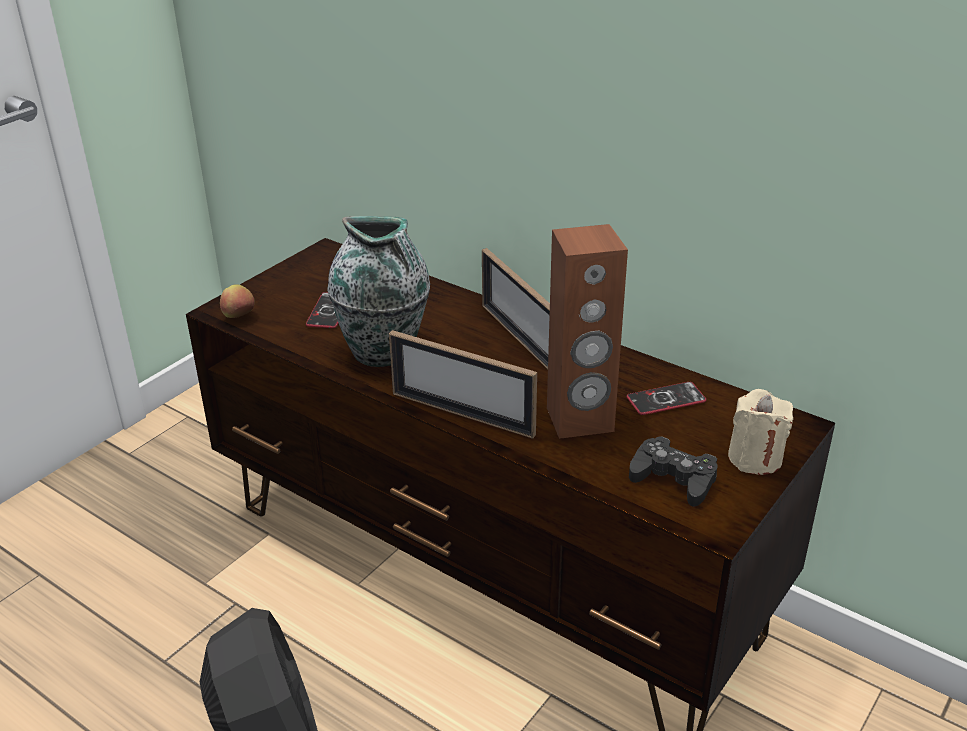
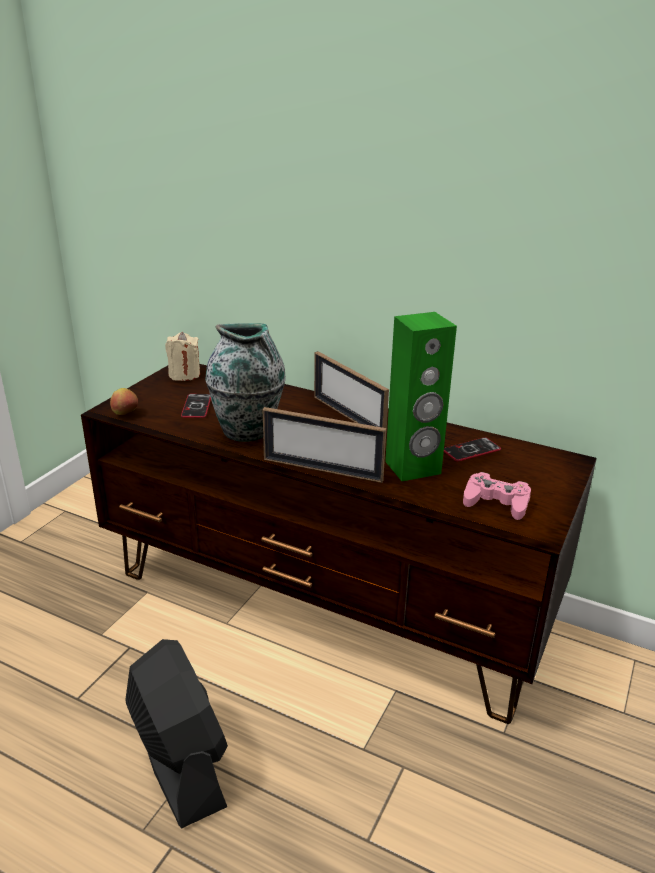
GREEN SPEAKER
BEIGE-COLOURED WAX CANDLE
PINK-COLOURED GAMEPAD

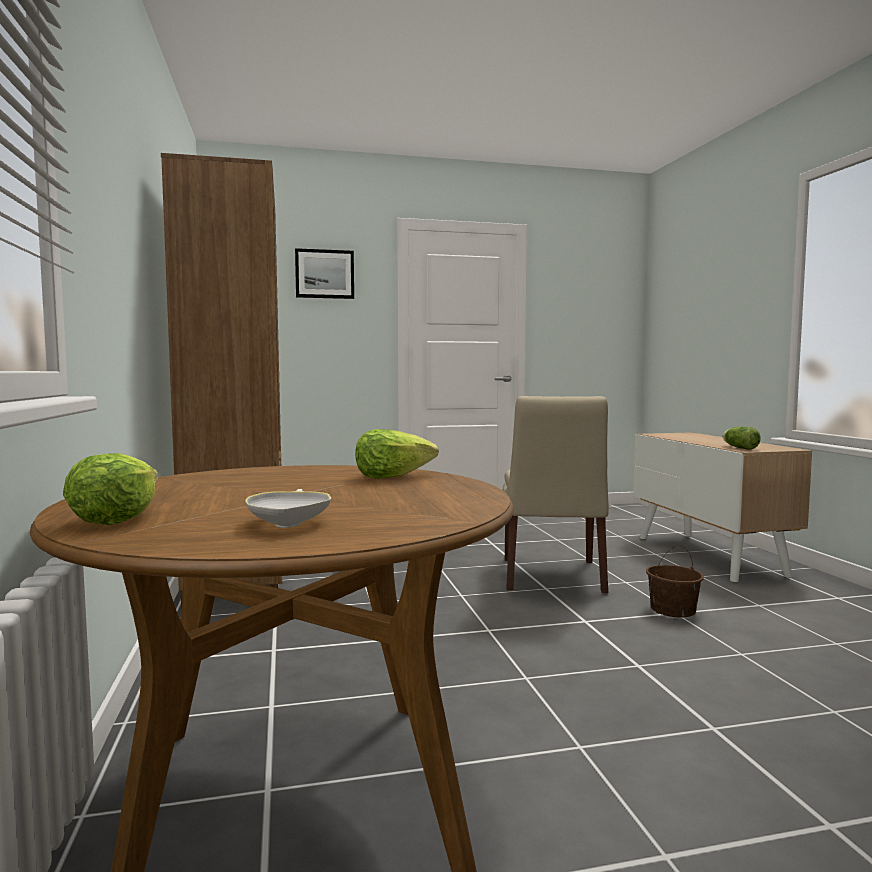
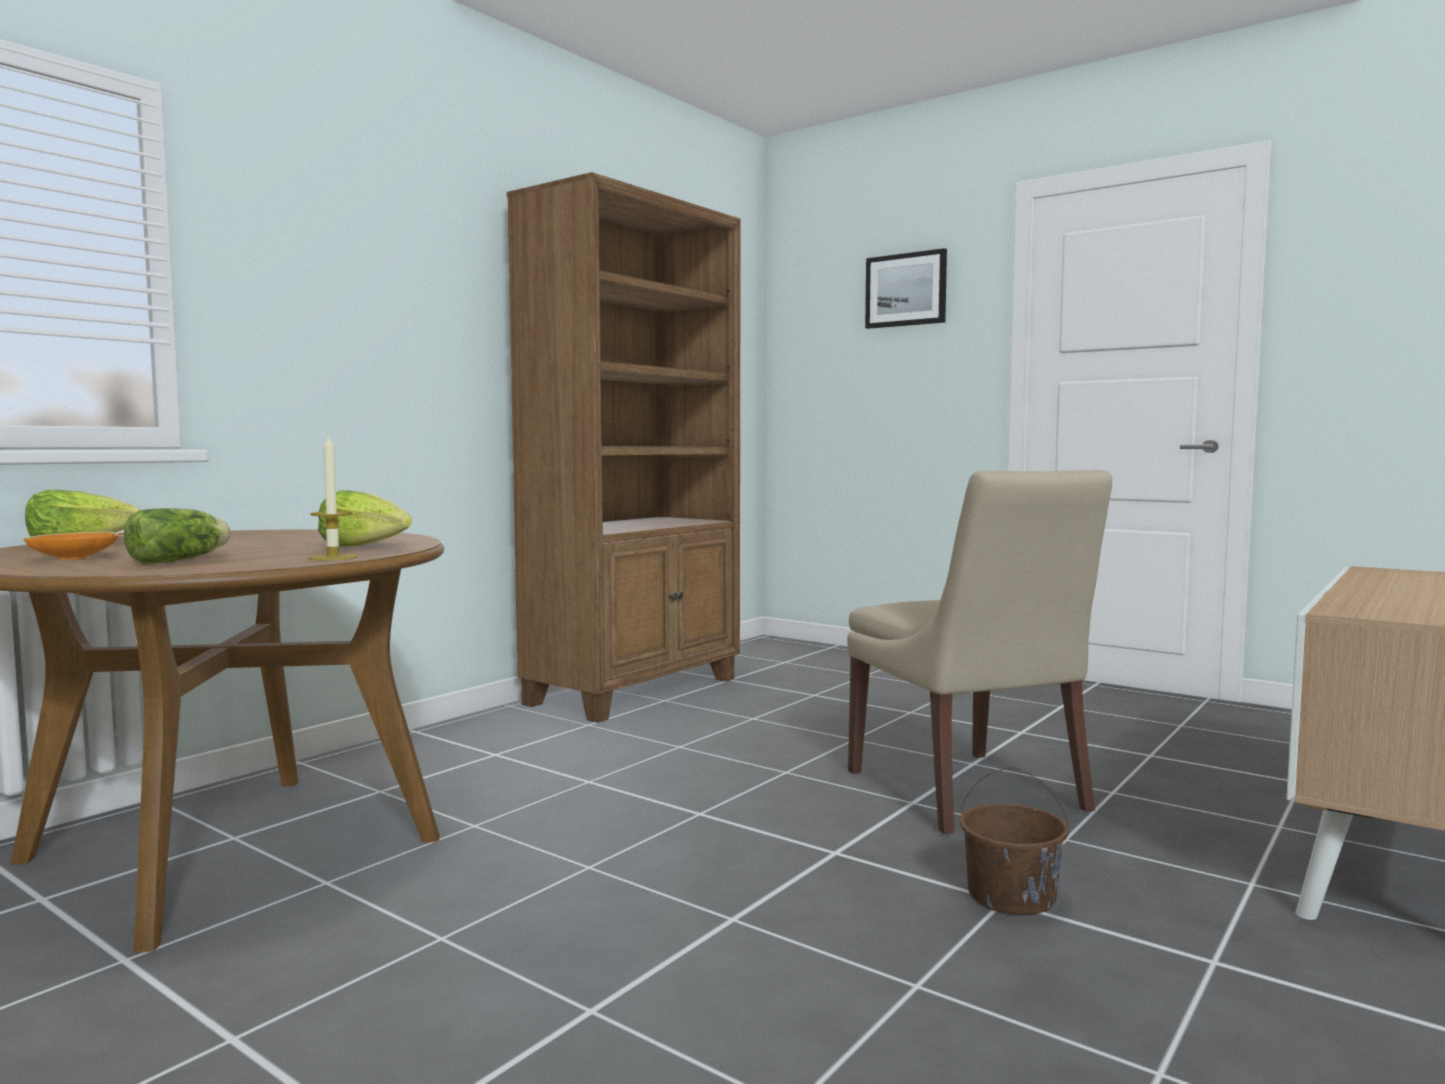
BEIGE-COLOURED CHAIR
LETTUCE HEAD (2nd from left)
ORANGE BOWL
WAX CANDLE

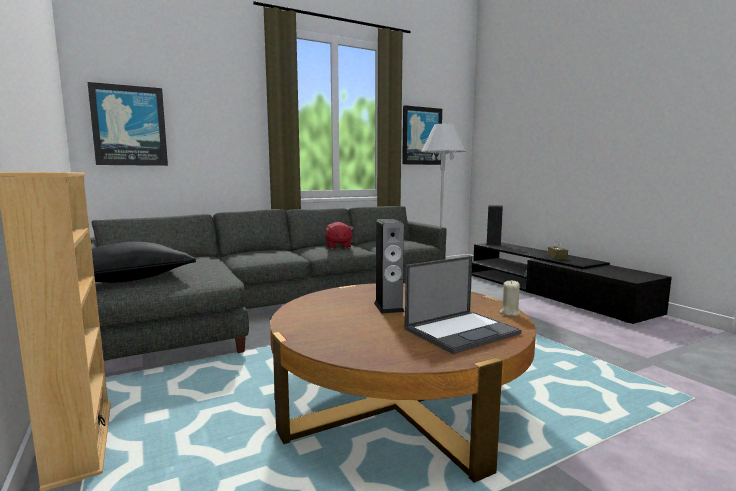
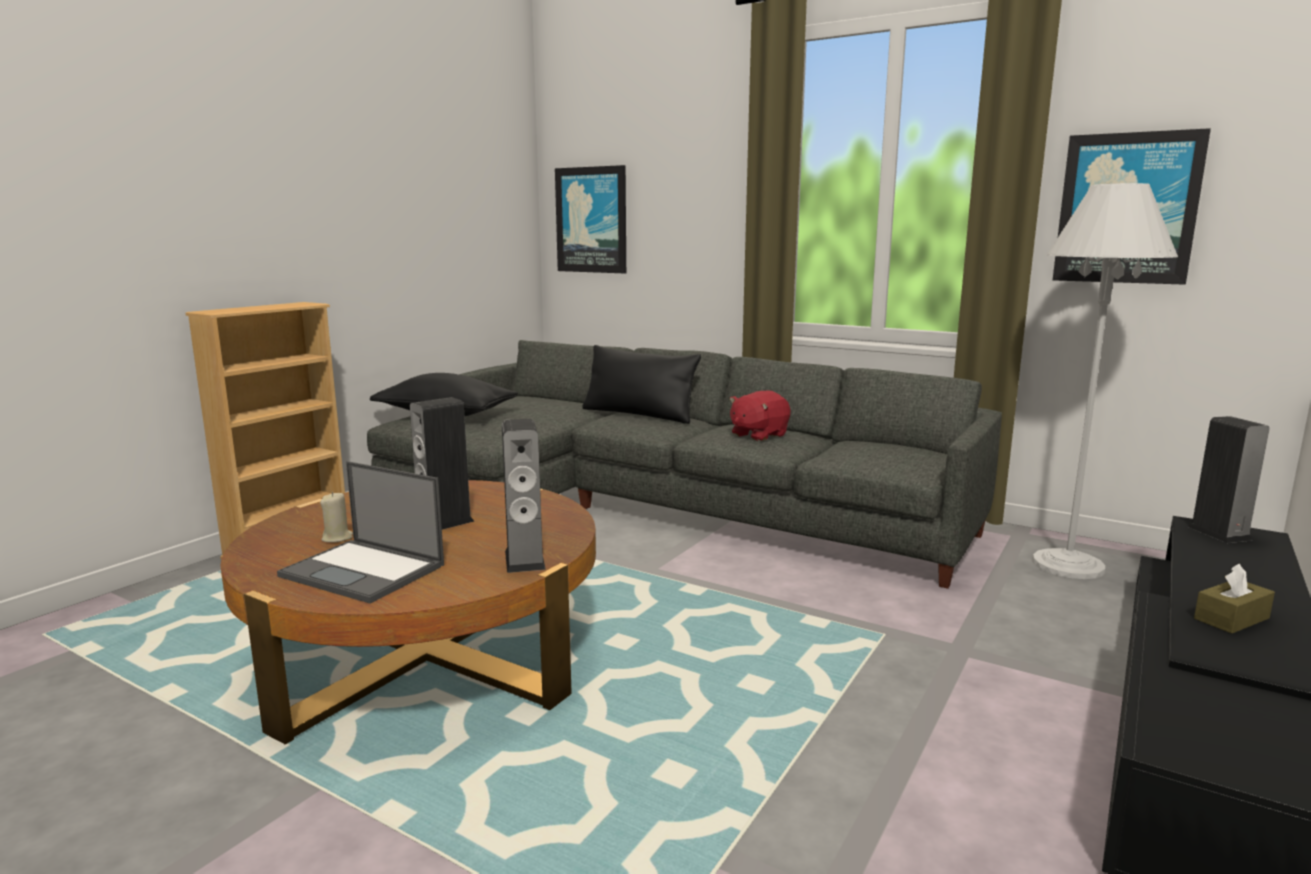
BEIGE-COLOURED WAX CANDLE
BLACK-COLOURED CUSHION (2nd from left)
SPEAKER (2nd from left)

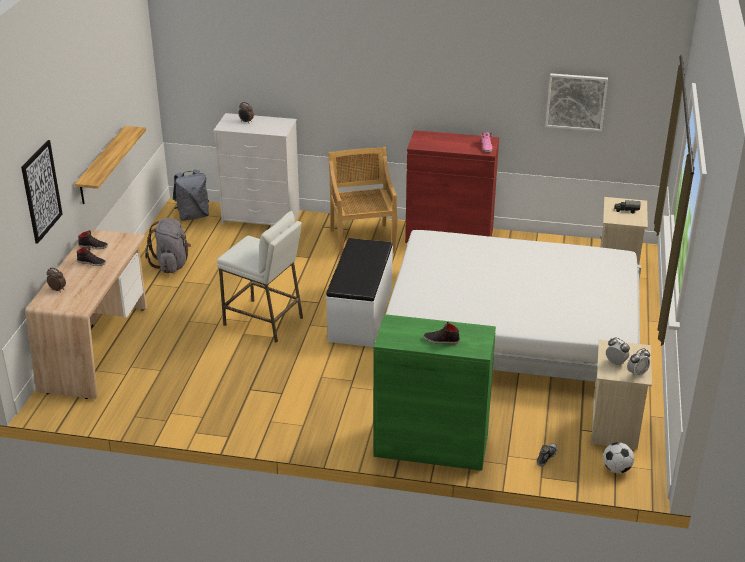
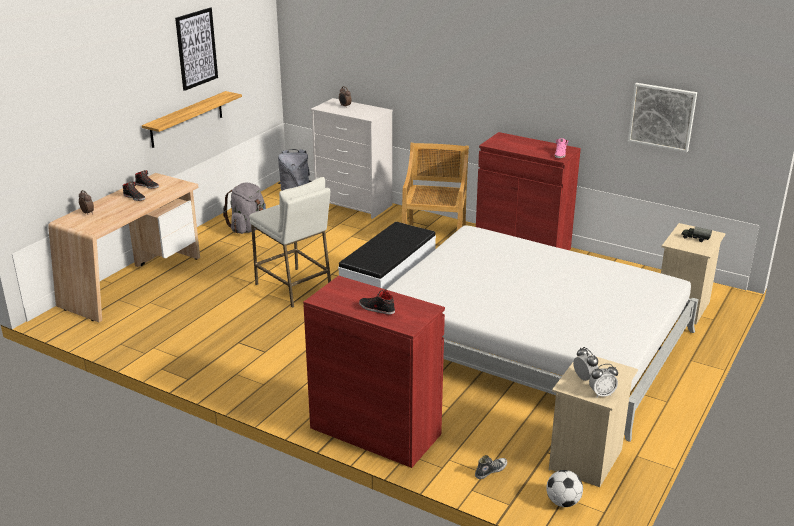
PICTURE (1st from left)
RED-COLOURED CUPBOARD (1st from left)

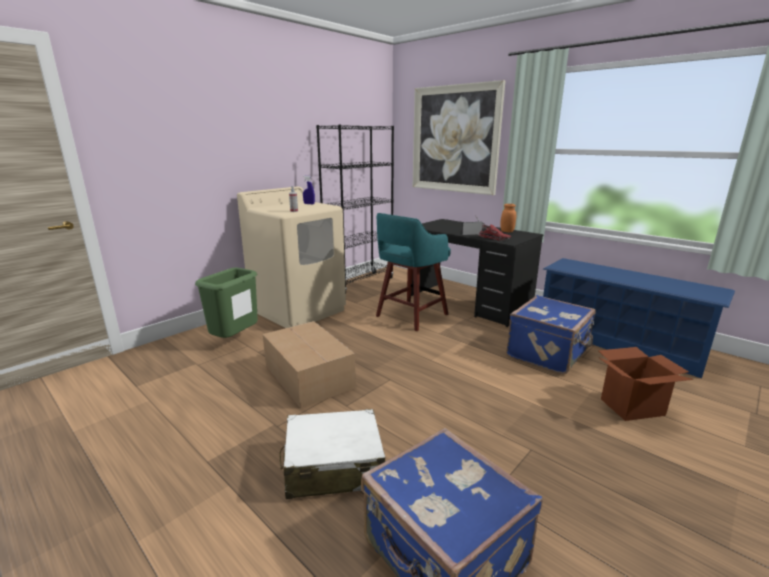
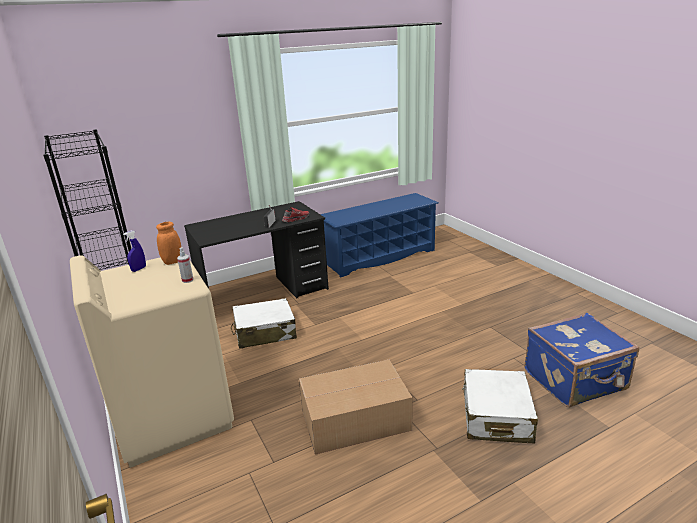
PICTURE
ORANGE JAR
WHITE-COLOURED PIECE OF LUGGAGE (1st from left)
GREEN WASTE BIN
BLUISH PIECE OF LUGGAGE (2nd from left in the first image)
CARTON (2nd from left in the first image)

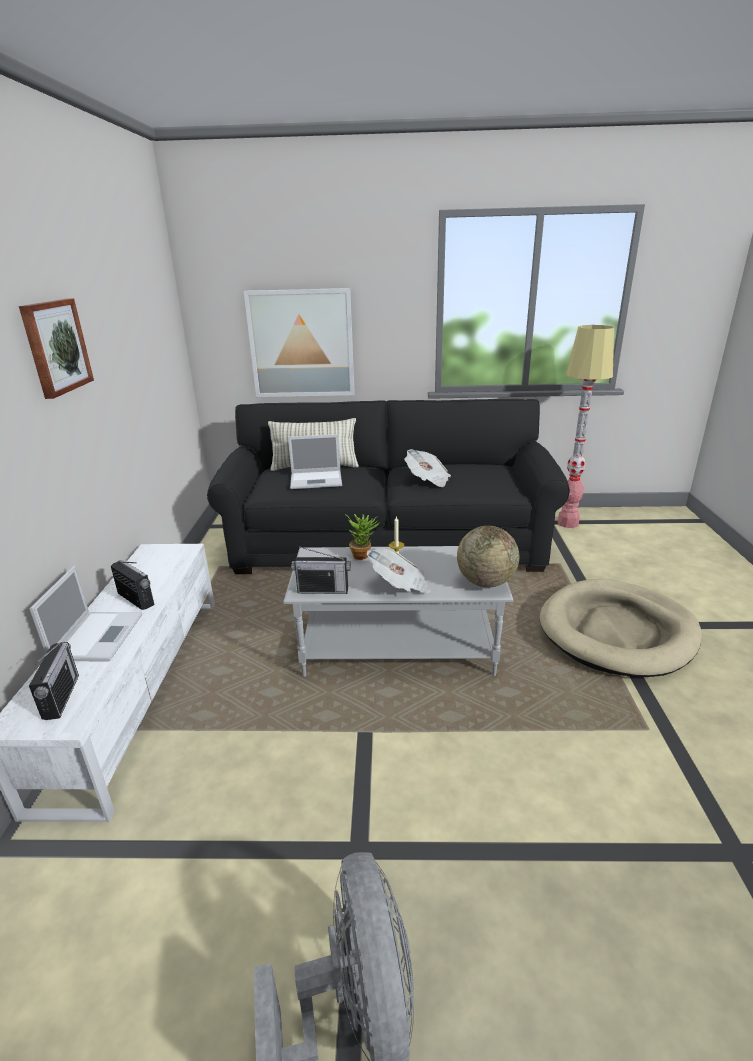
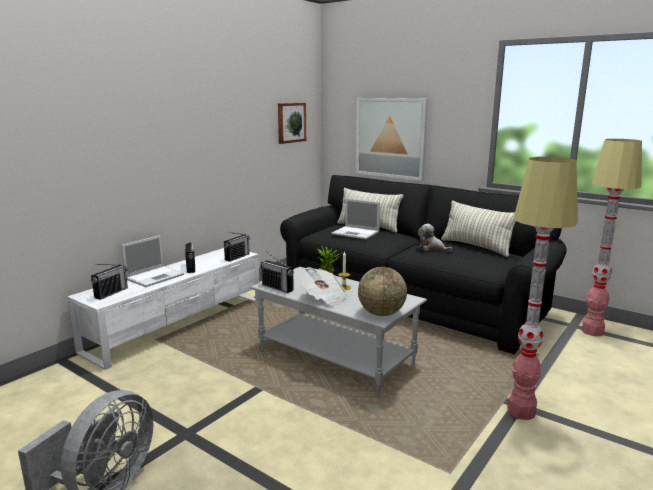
PICTURE (1st from left)
CUDDLY TOY
FLOOR LAMP (1st from left)
CUSHION (2nd from left)
RADIO RECEIVER (3rd from left)

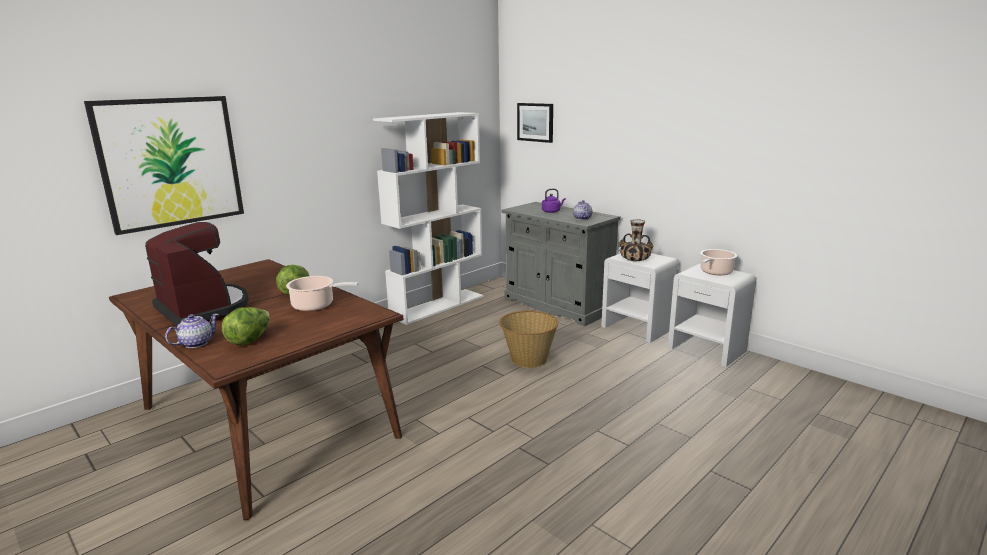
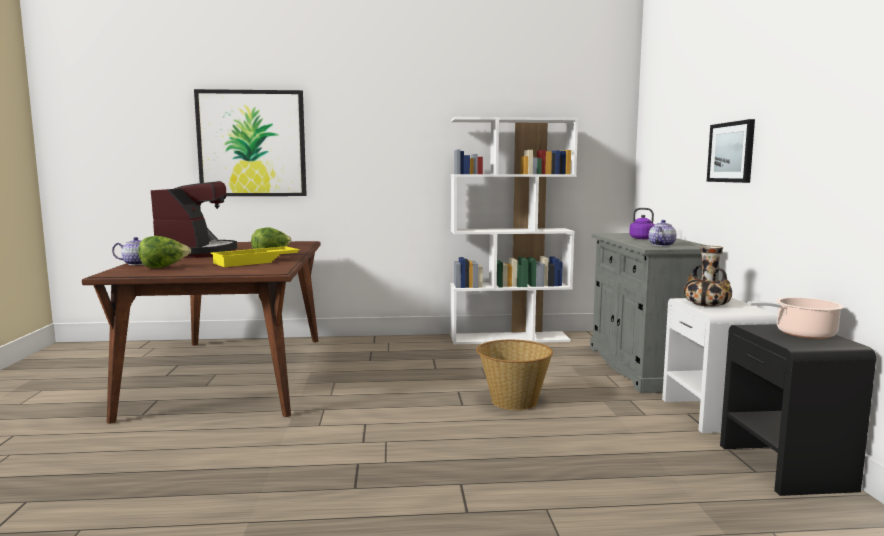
PICTURE (2nd from left)
BLACK-COLOURED NIGHT TABLE
YELLOW TRAY

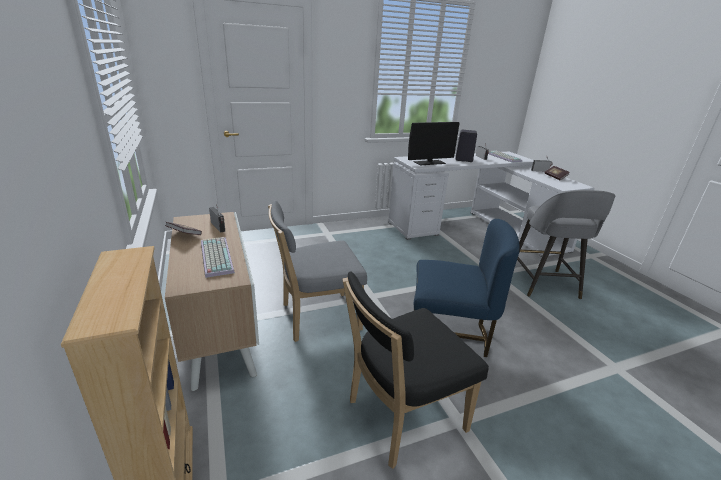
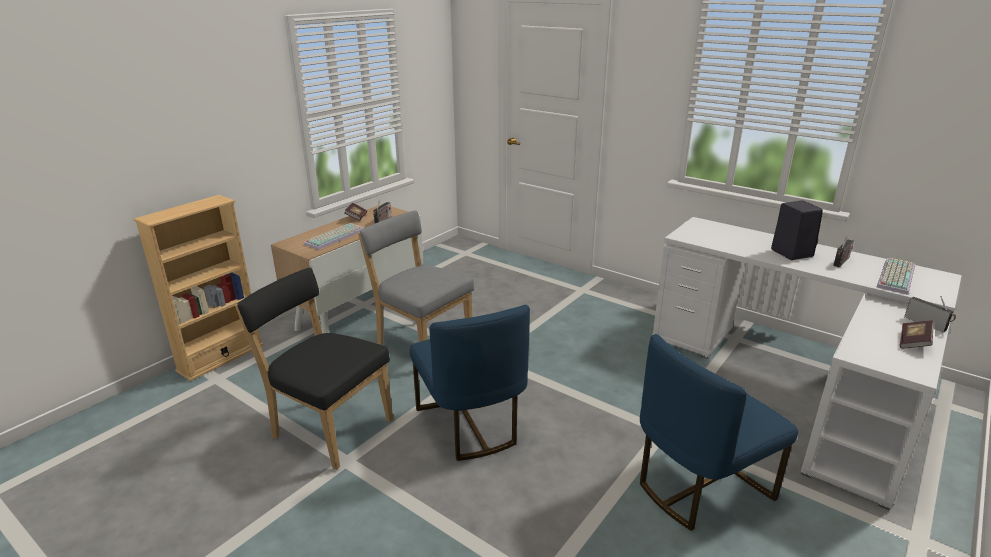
COMPUTER SCREEN
BLUISH CHAIR (2nd from left)

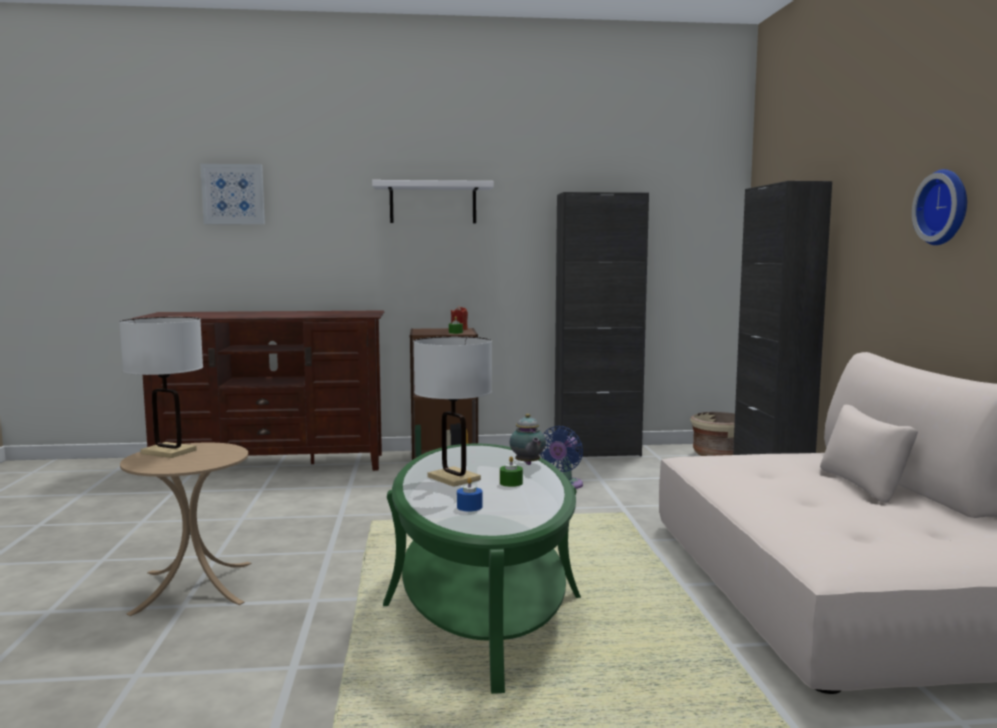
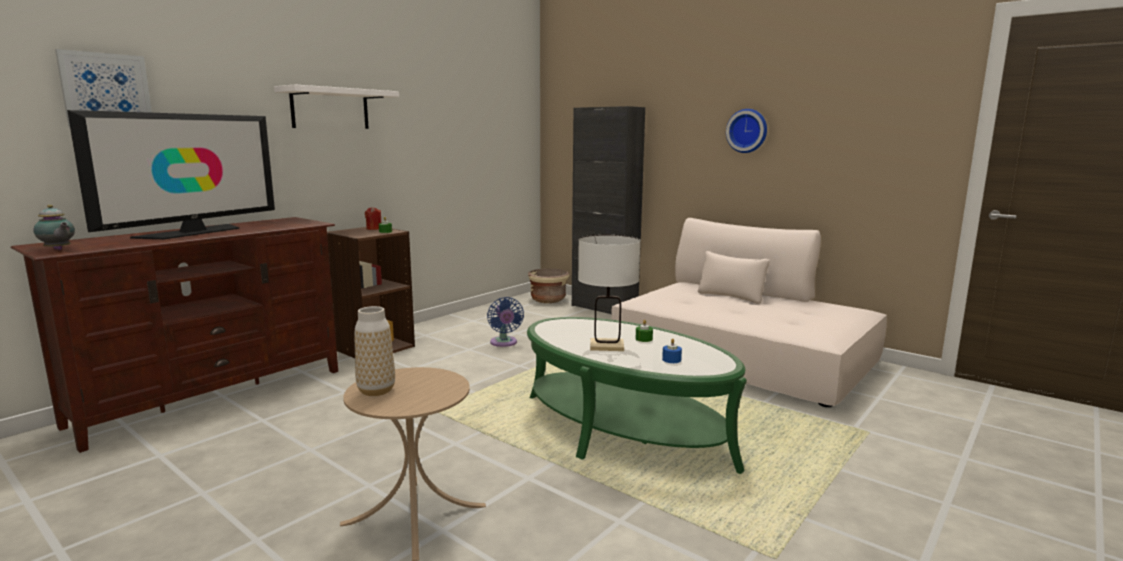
BLACK-COLOURED CUPBOARD (1st from left in the first image)
VASE
TEA POT
TV

